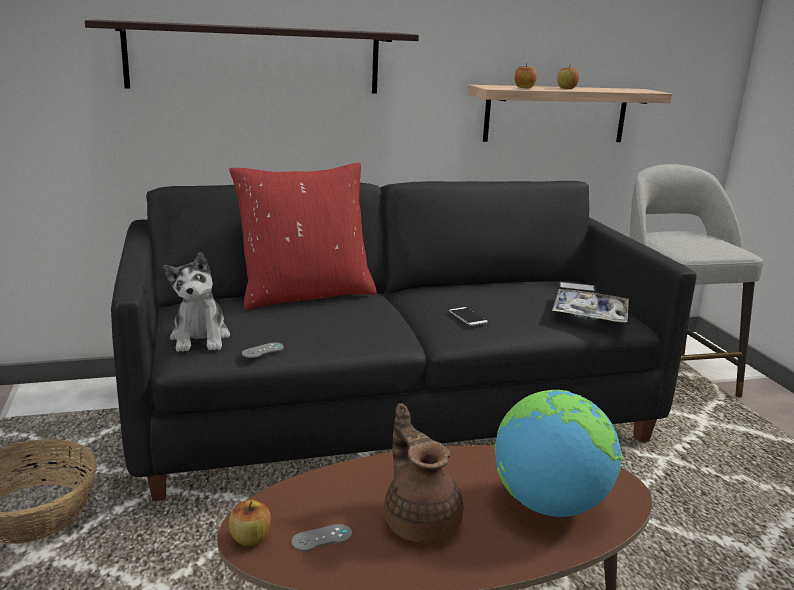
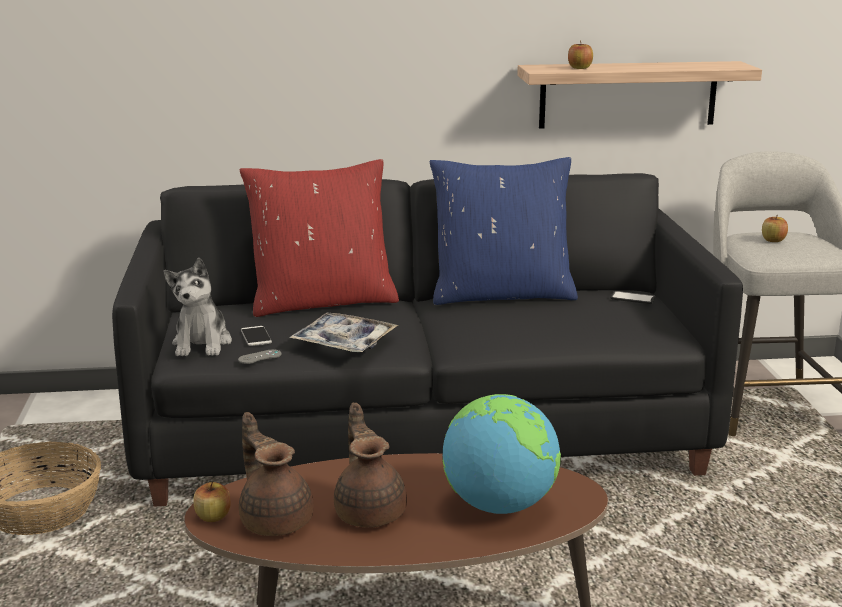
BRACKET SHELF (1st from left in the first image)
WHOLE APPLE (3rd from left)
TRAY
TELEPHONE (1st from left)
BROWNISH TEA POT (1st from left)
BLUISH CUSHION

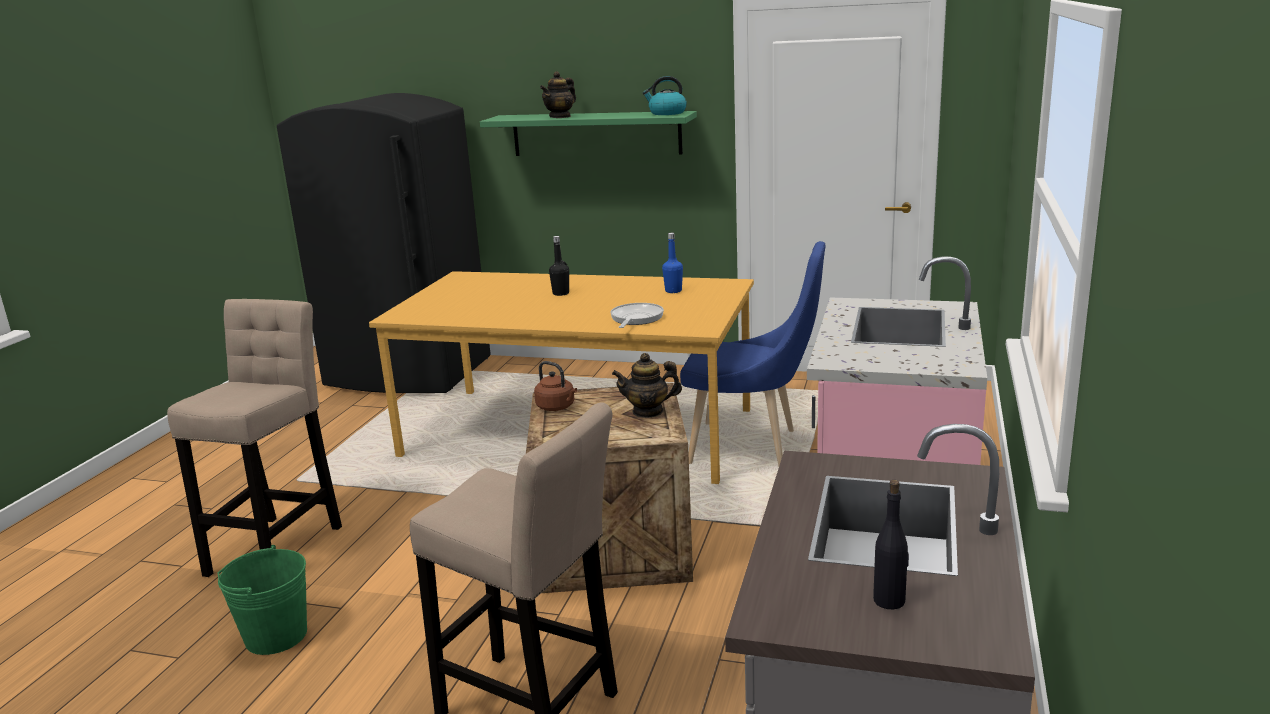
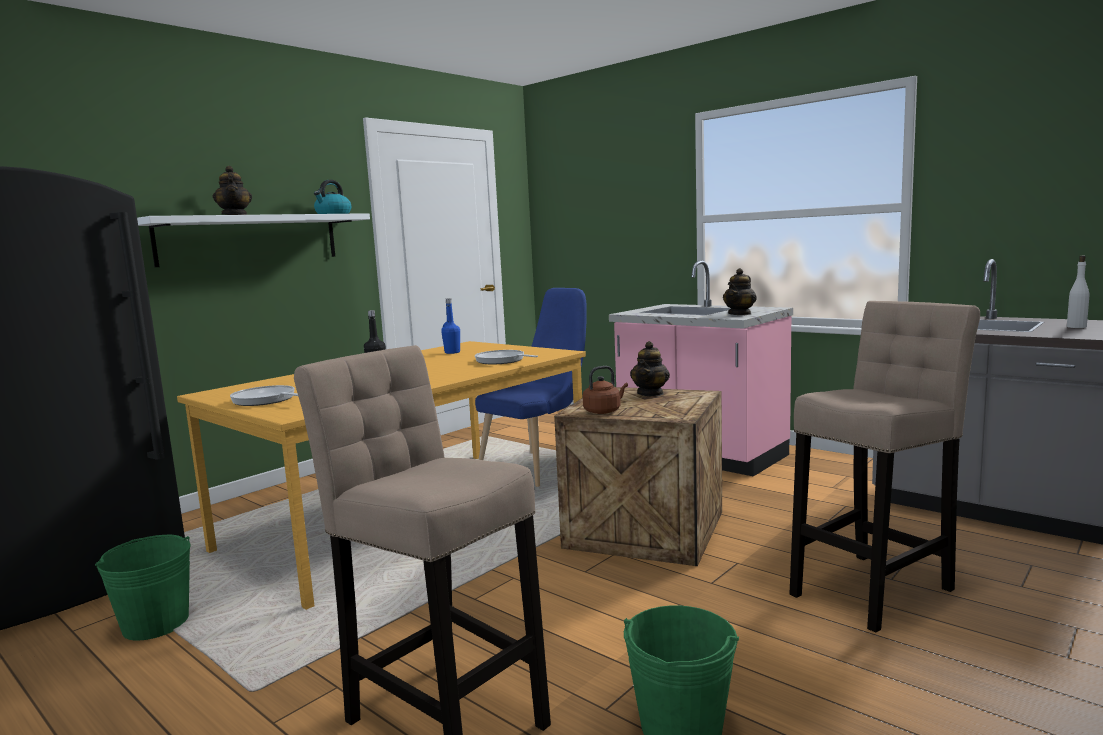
WHITE-COLOURED BRACKET SHELF
WHITE-COLOURED BEVERAGE BOTTLE
TEA POT (3rd from left)
PAN (1st from left)
GREEN BUCKET (1st from left)

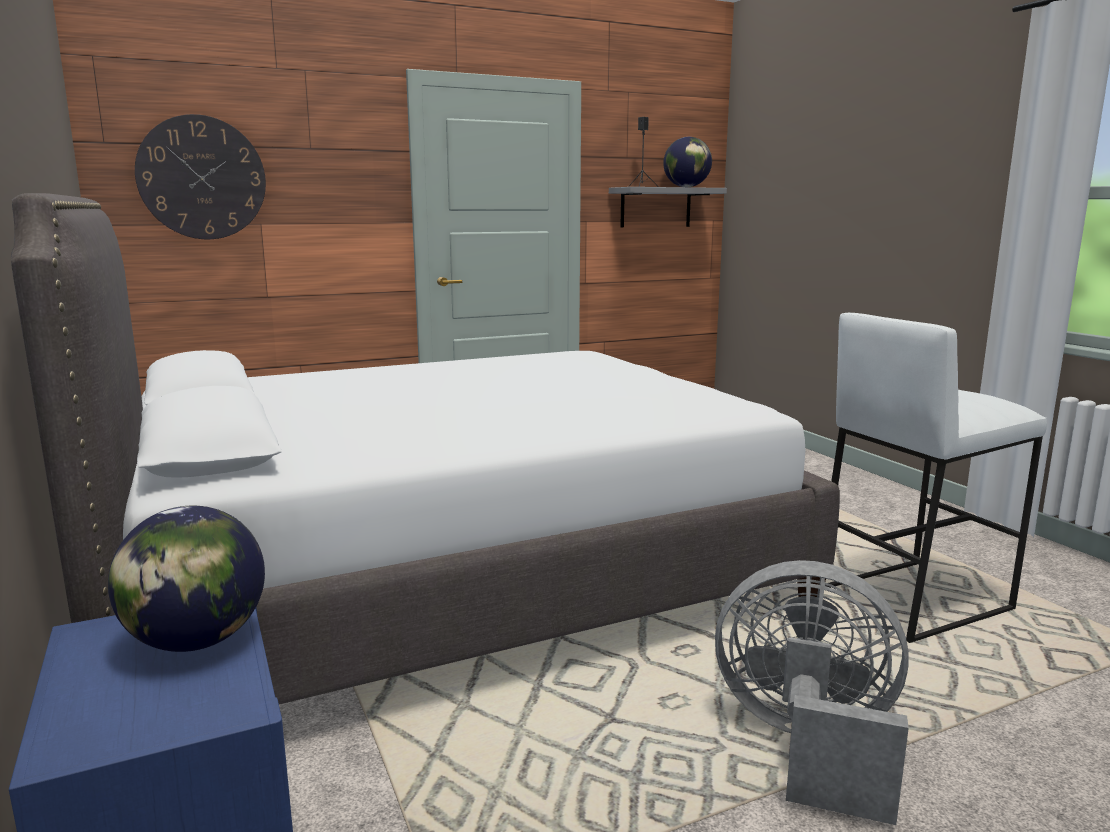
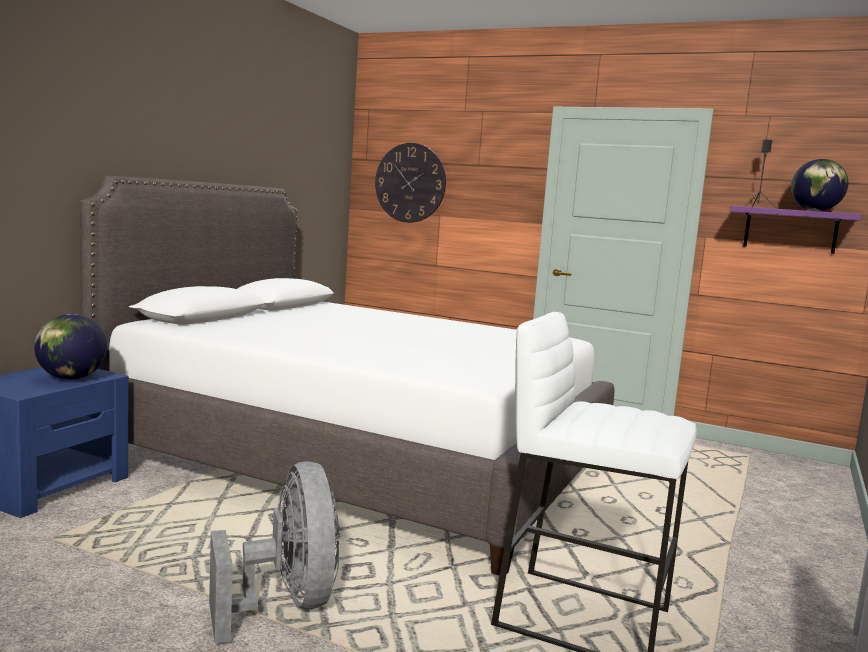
PURPLE-COLOURED BRACKET SHELF

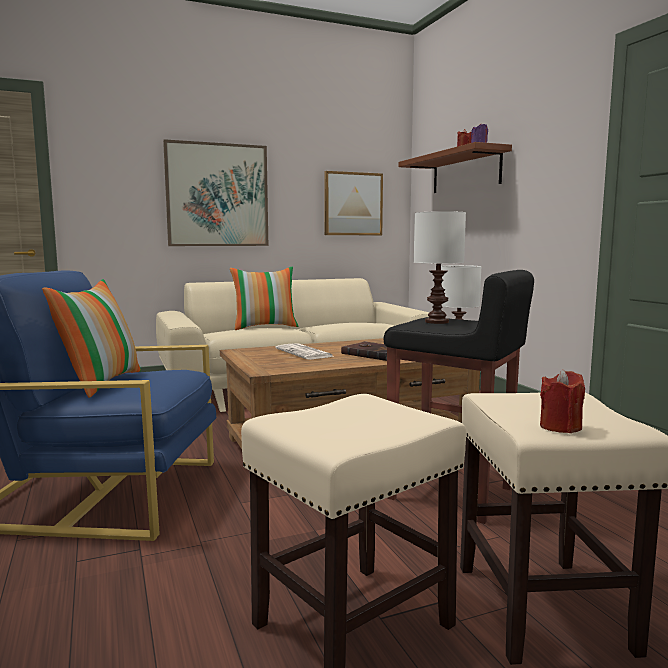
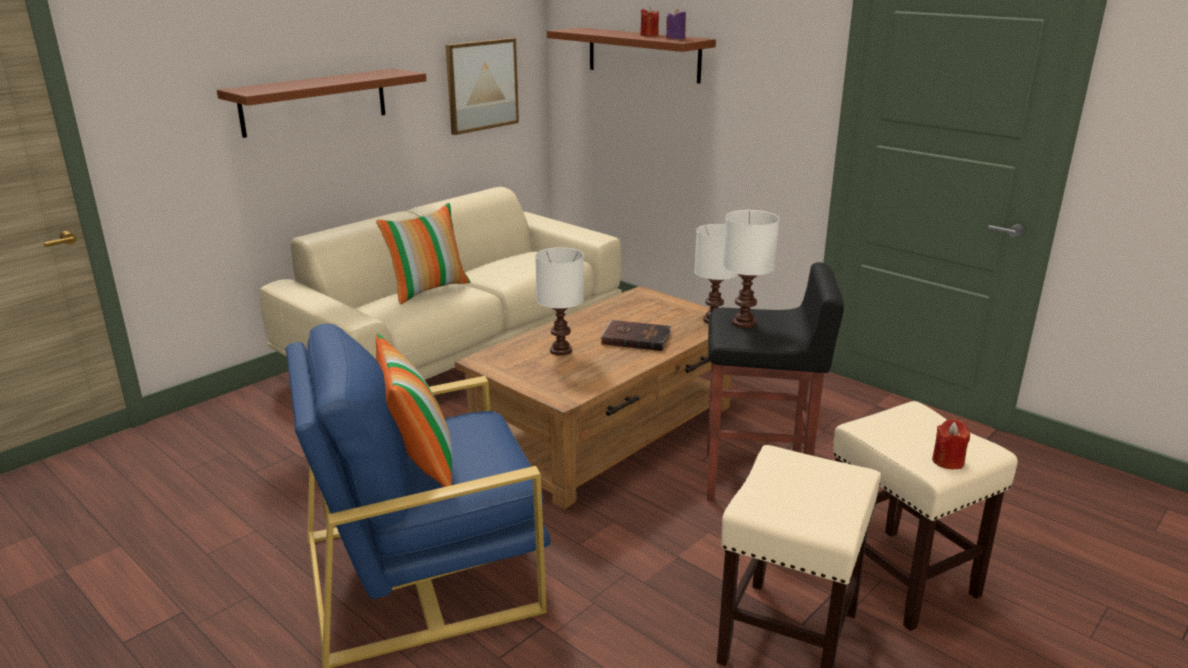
BROWNISH BRACKET SHELF (1st from left)
WHITE-COLOURED TABLE LAMP (1st from left)

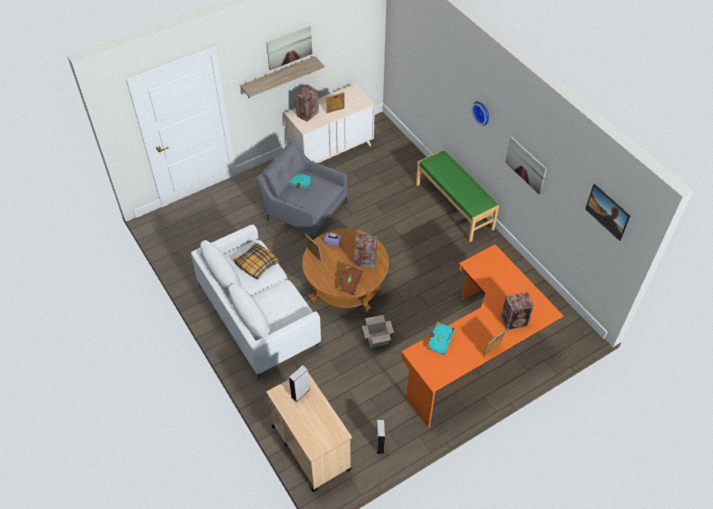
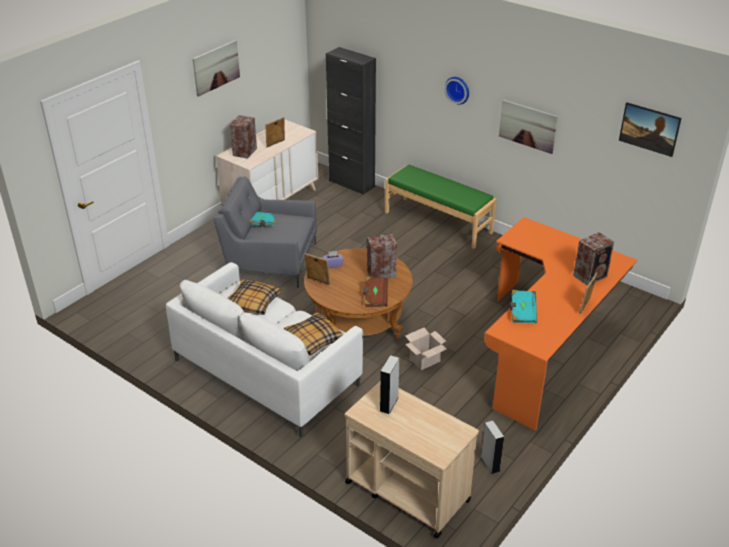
BRACKET SHELF
BLACK-COLOURED CUPBOARD
CUSHION (2nd from left)

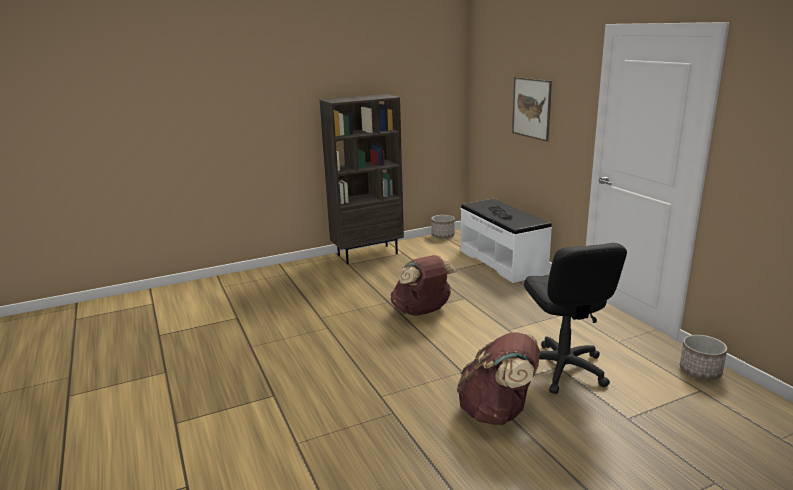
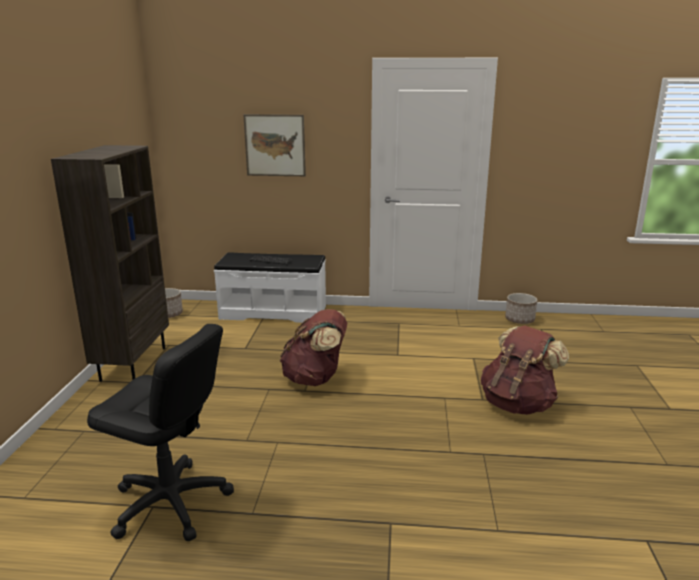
BLACK-COLOURED OFFICE CHAIR

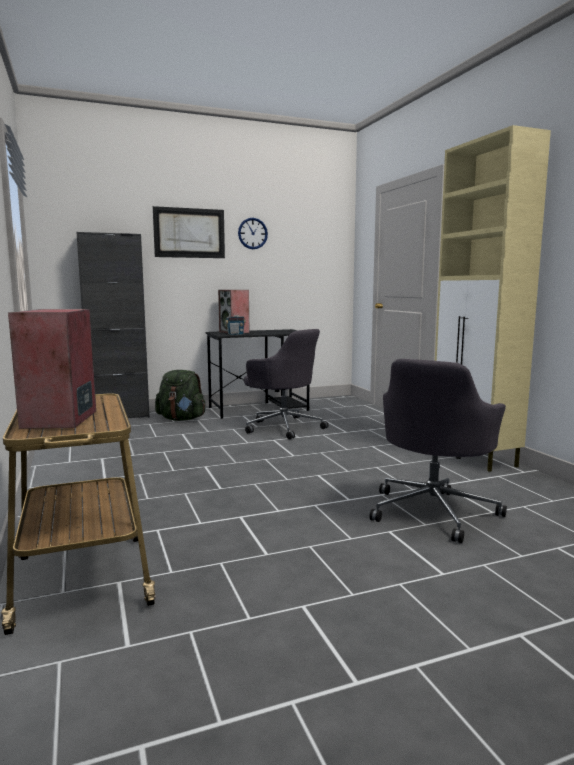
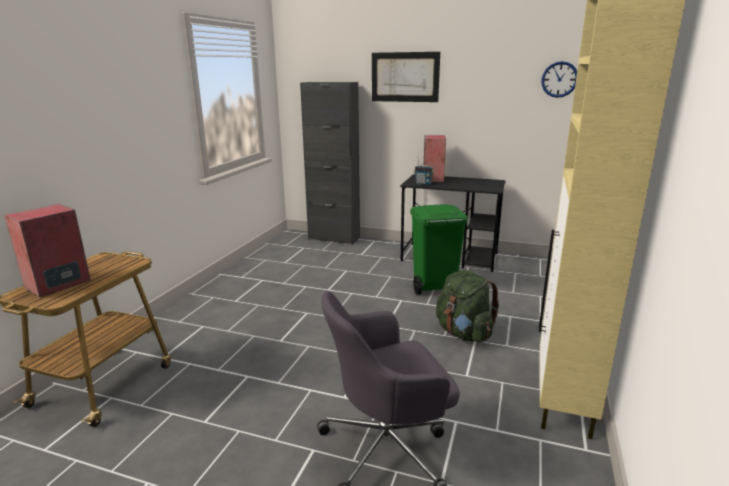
HANGING CLOCK
GREEN WASTE BIN
GREEN BACKPACK

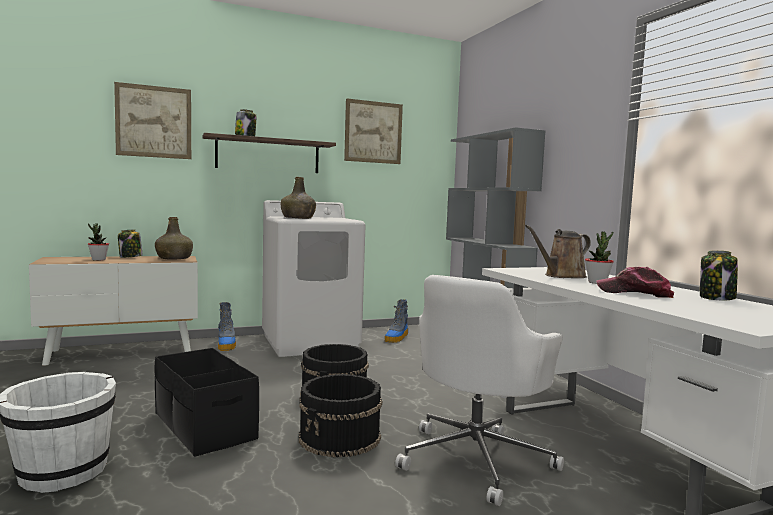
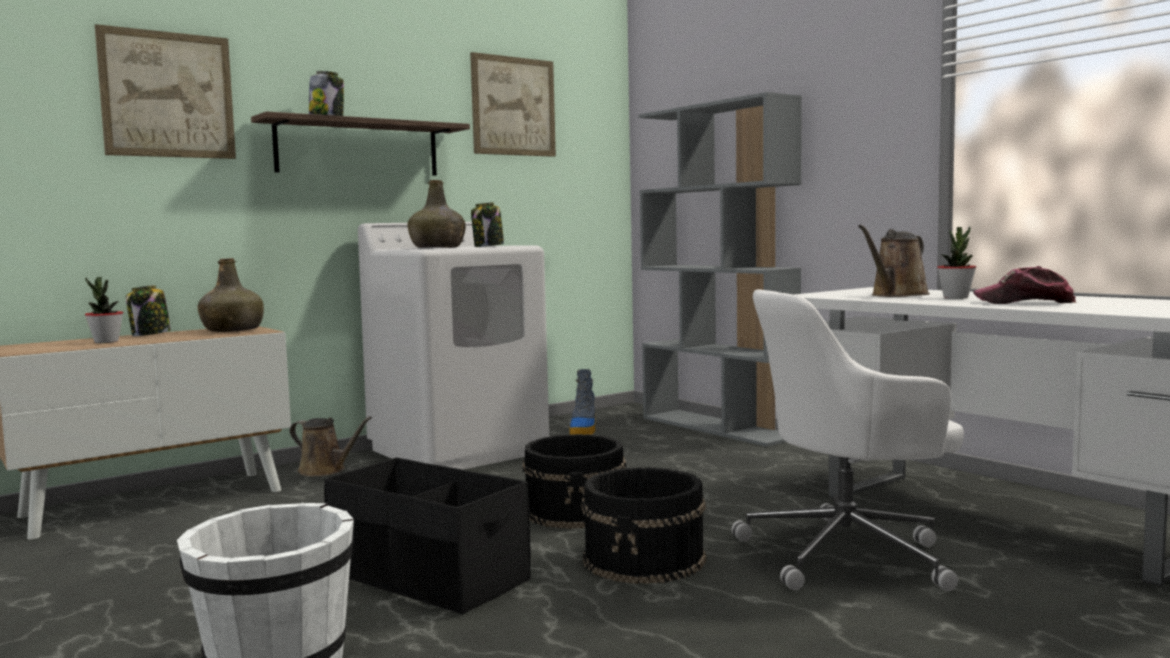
JAR (3rd from left)
WHITE-COLOURED OFFICE CHAIR
BROWNISH WATERING CAN (1st from left)

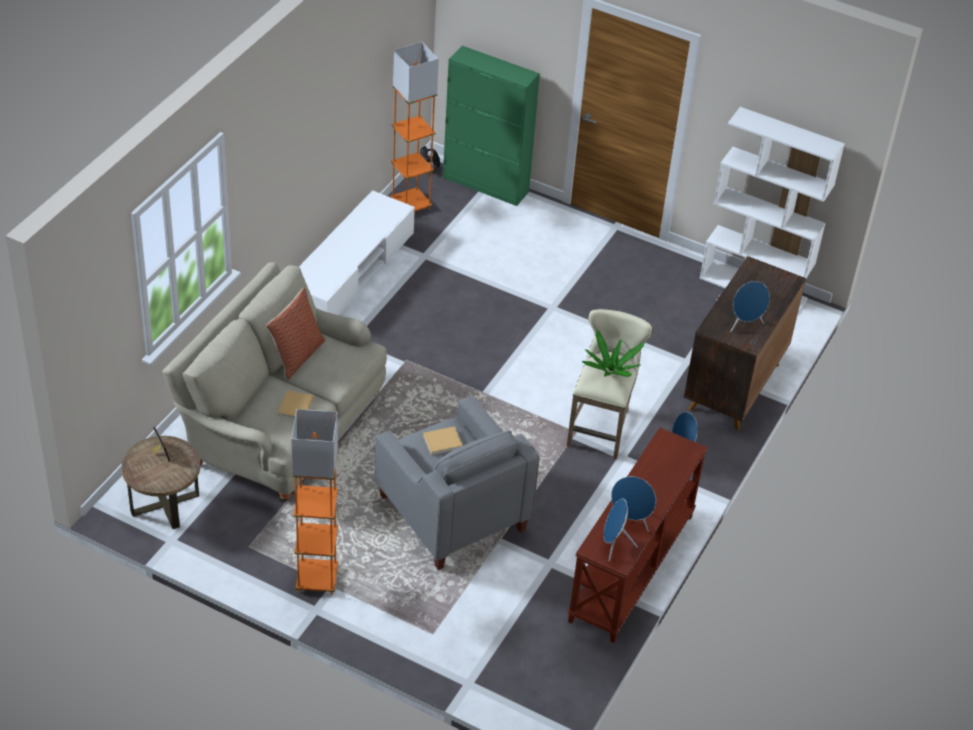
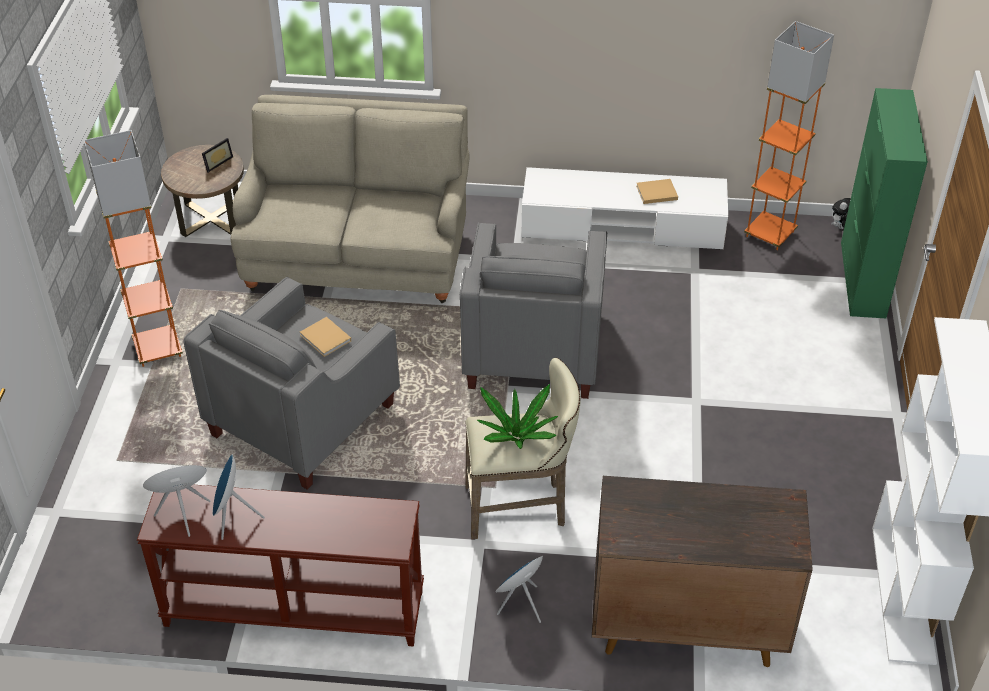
BLUISH SPEAKER (4th from left in the first image)
CUSHION
BEIGE-COLOURED VOLUME (2nd from left)
GRAY ARMCHAIR (2nd from left)

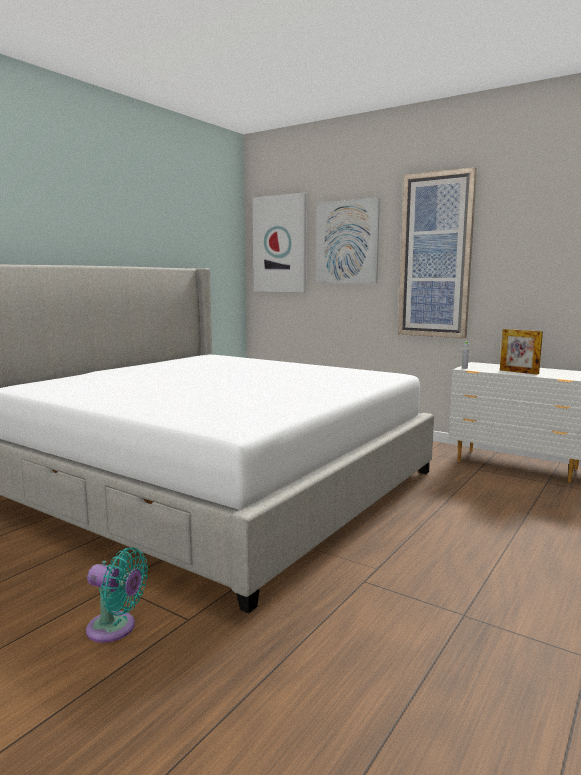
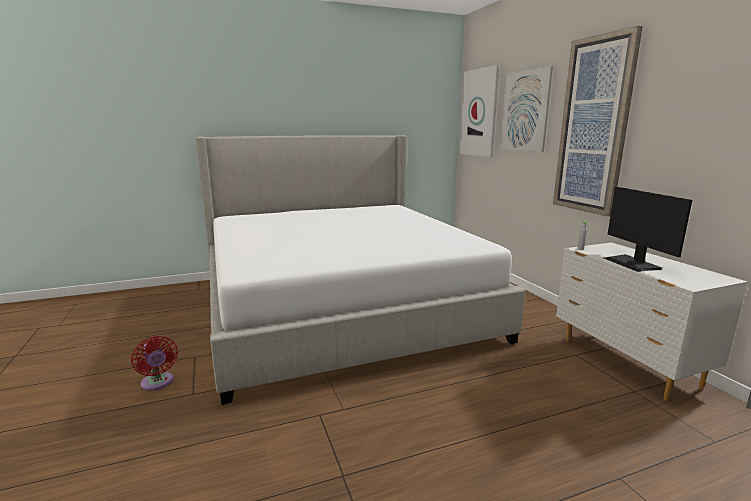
COMPUTER SCREEN
RED-COLOURED ELECTRIC FAN

